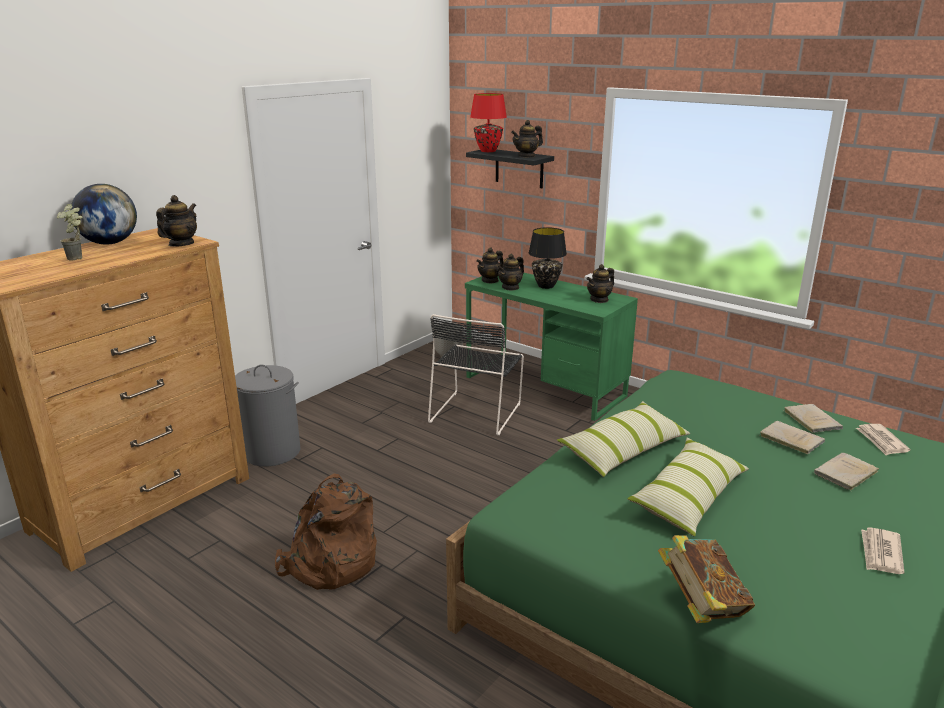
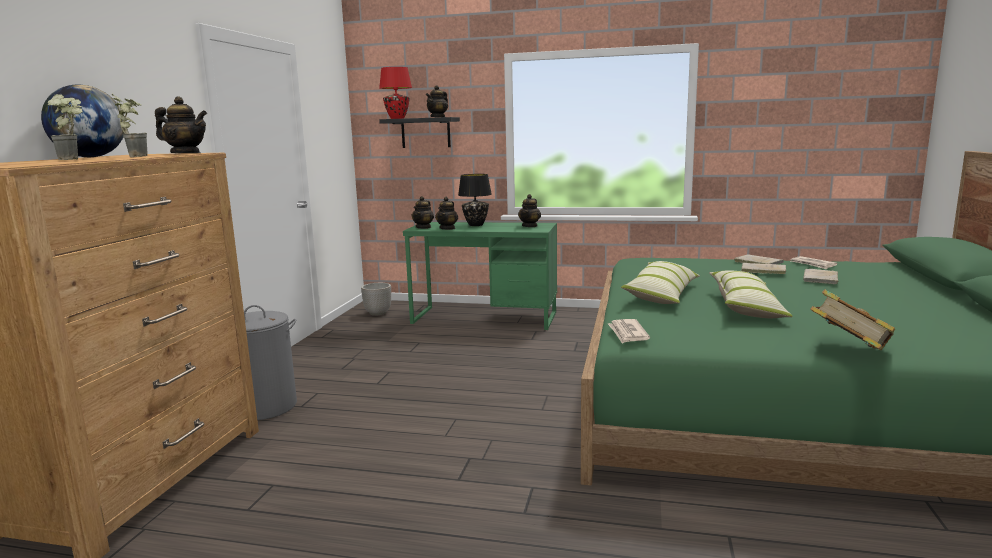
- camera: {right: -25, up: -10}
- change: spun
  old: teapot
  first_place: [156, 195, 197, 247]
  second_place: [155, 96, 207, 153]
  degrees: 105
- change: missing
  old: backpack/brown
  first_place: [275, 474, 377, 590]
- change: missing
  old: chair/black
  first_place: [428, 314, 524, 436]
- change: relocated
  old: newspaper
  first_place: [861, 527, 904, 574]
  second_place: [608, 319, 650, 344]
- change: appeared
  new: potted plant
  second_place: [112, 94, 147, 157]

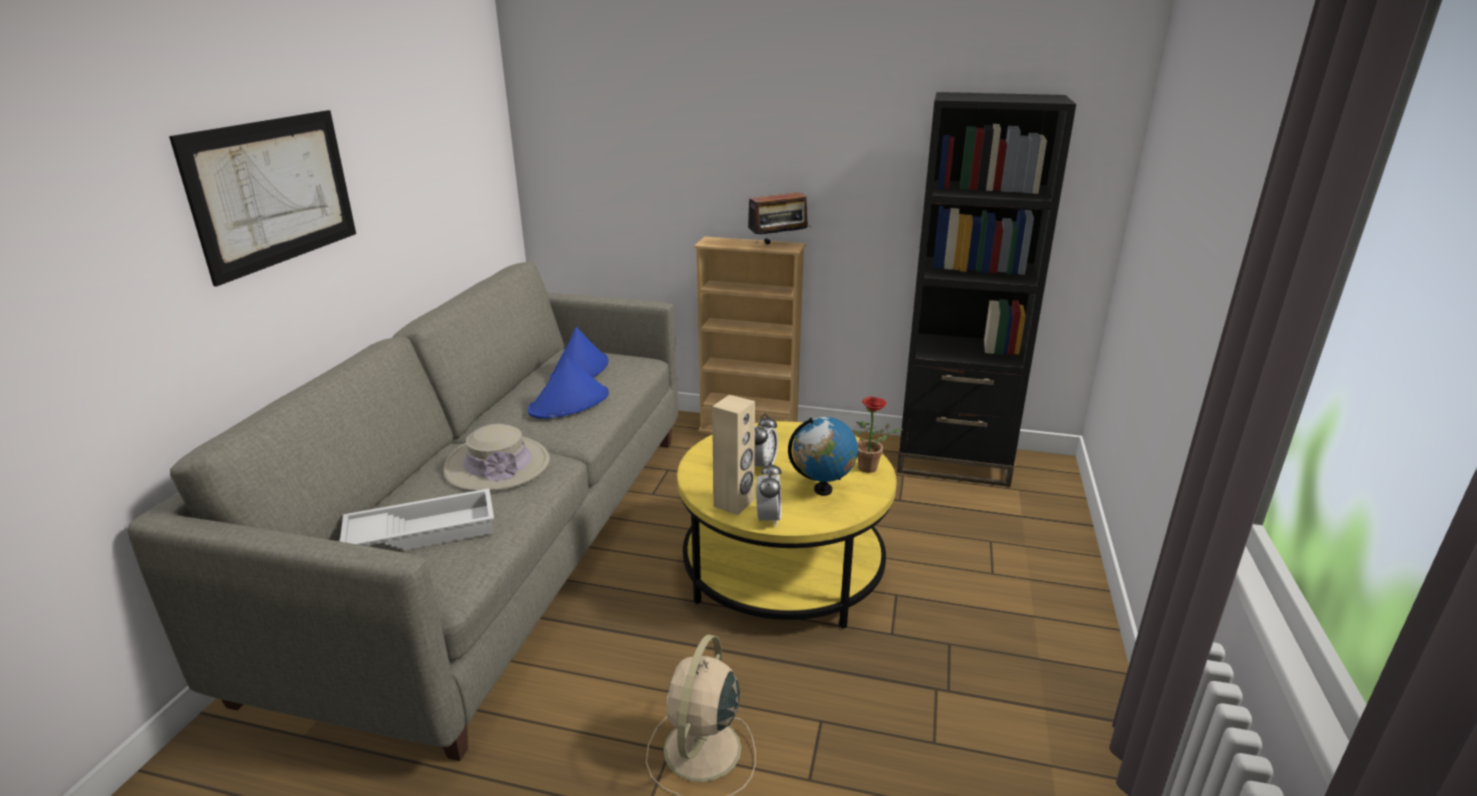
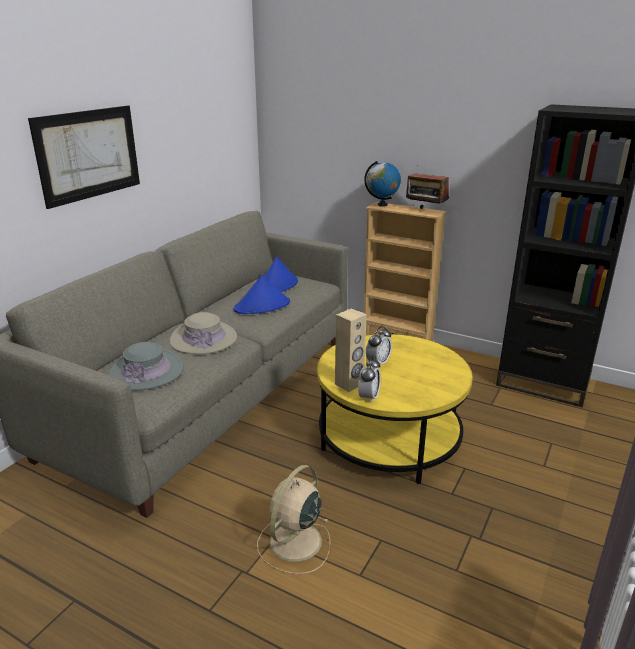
- camera: {right: 15, up: 0}
- change: exchanged
  old: tray/white
  new: hat/grey
  first_place: [340, 488, 494, 551]
  second_place: [107, 342, 183, 391]
- change: spun
  old: radio
  first_place: [748, 192, 811, 244]
  second_place: [406, 165, 449, 209]
  degrees: 45
- change: relocated
  old: globe
  first_place: [788, 417, 858, 496]
  second_place: [364, 161, 401, 207]
- change: missing
  old: potted plant
  first_place: [855, 397, 903, 473]

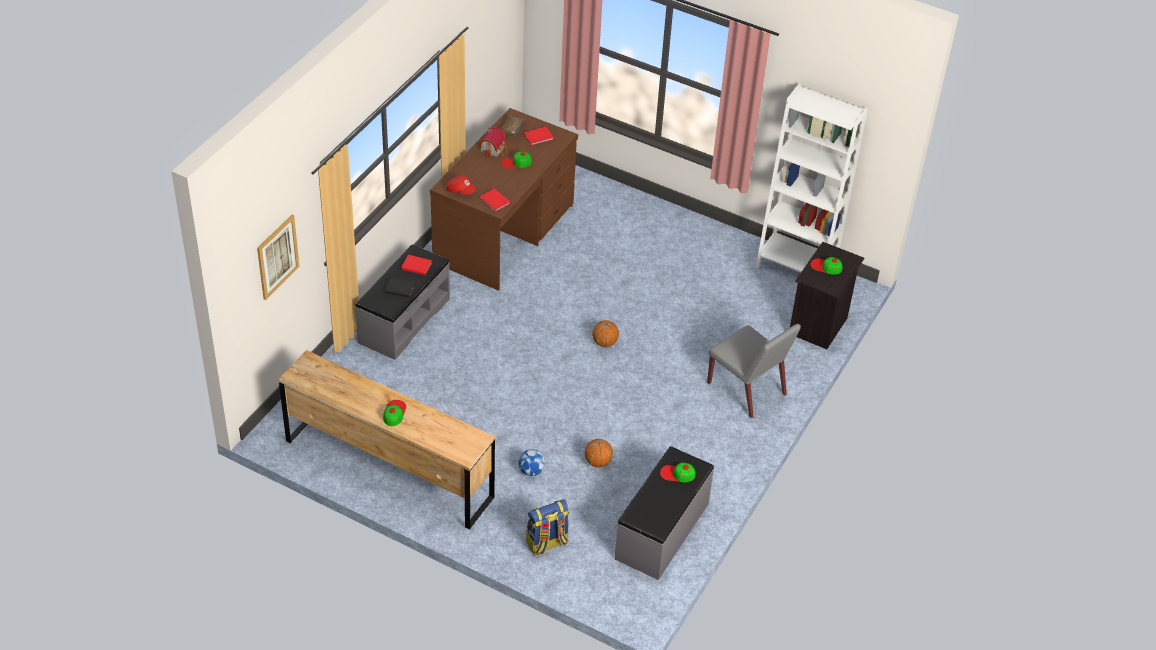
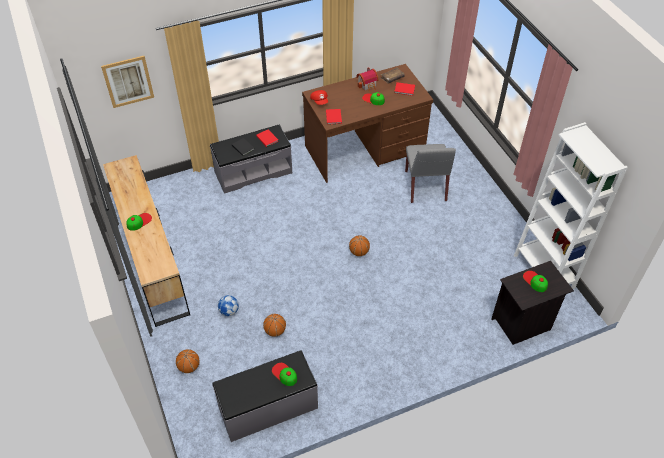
- camera: {right: 40, up: 5}
- change: exchanged
  old: backpack
  new: basketball
  first_place: [526, 499, 569, 555]
  second_place: [176, 349, 199, 373]
- change: relocated
  old: chair/grey
  first_place: [707, 324, 801, 418]
  second_place: [405, 144, 456, 203]

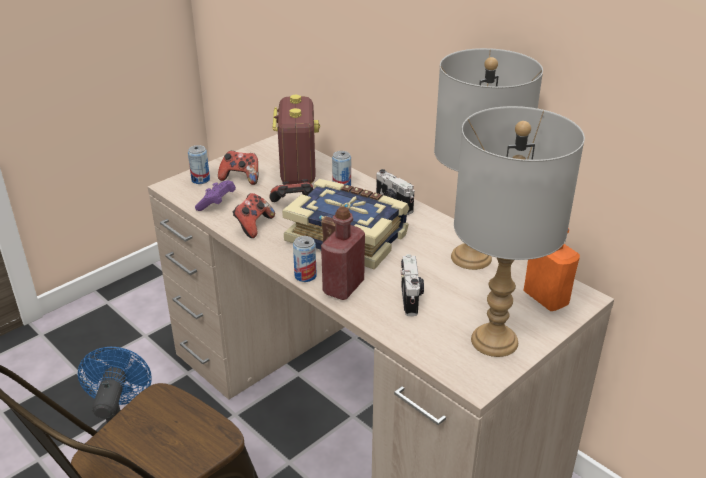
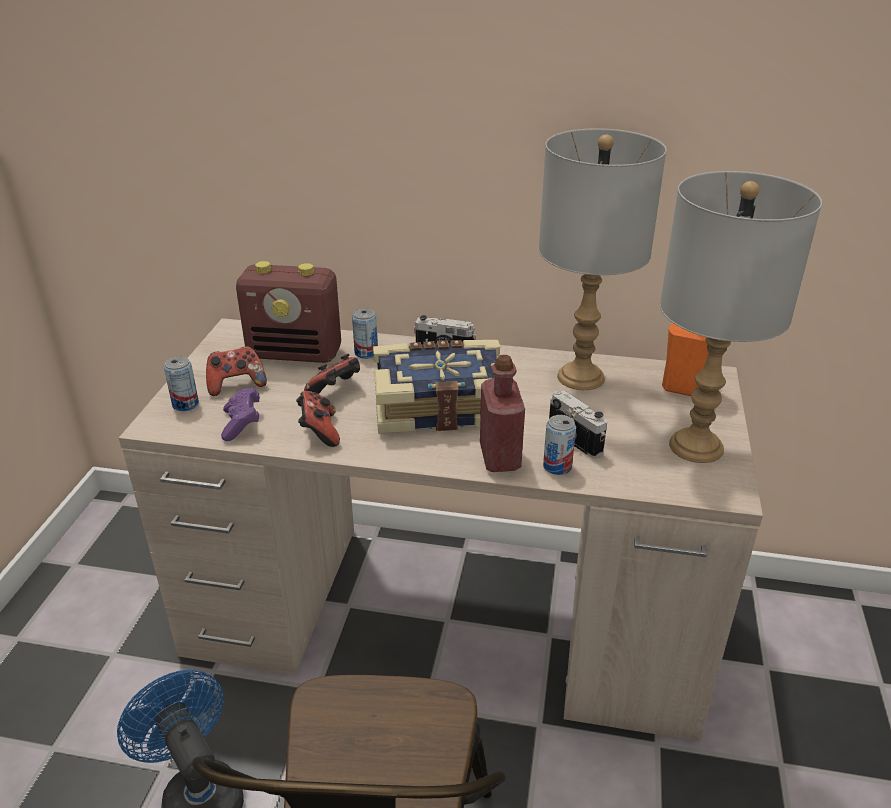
- camera: {right: -35, up: 0}
- change: spun
  old: radio
  first_place: [272, 95, 320, 185]
  second_place: [236, 261, 341, 363]
  degrees: 135
- change: relocated
  old: can
  first_place: [293, 236, 317, 282]
  second_place: [543, 415, 576, 475]

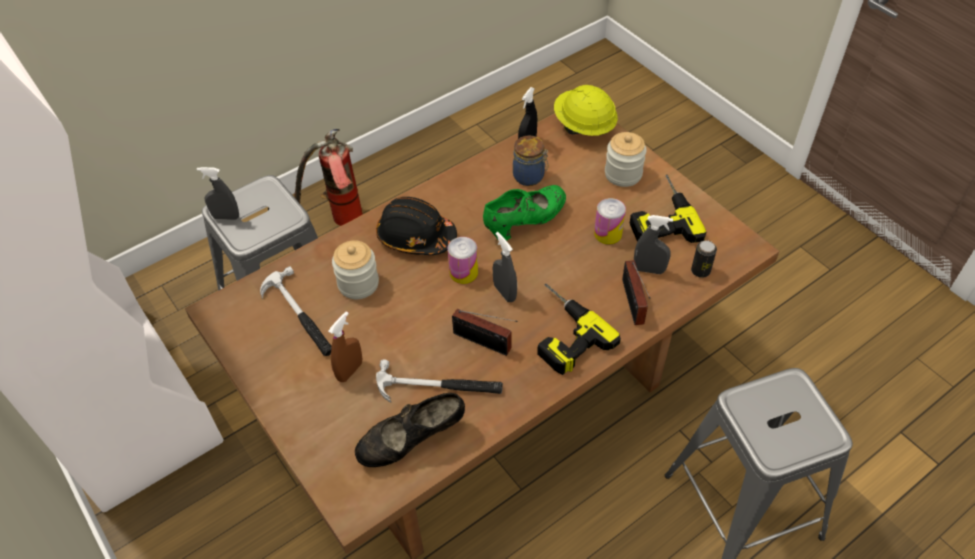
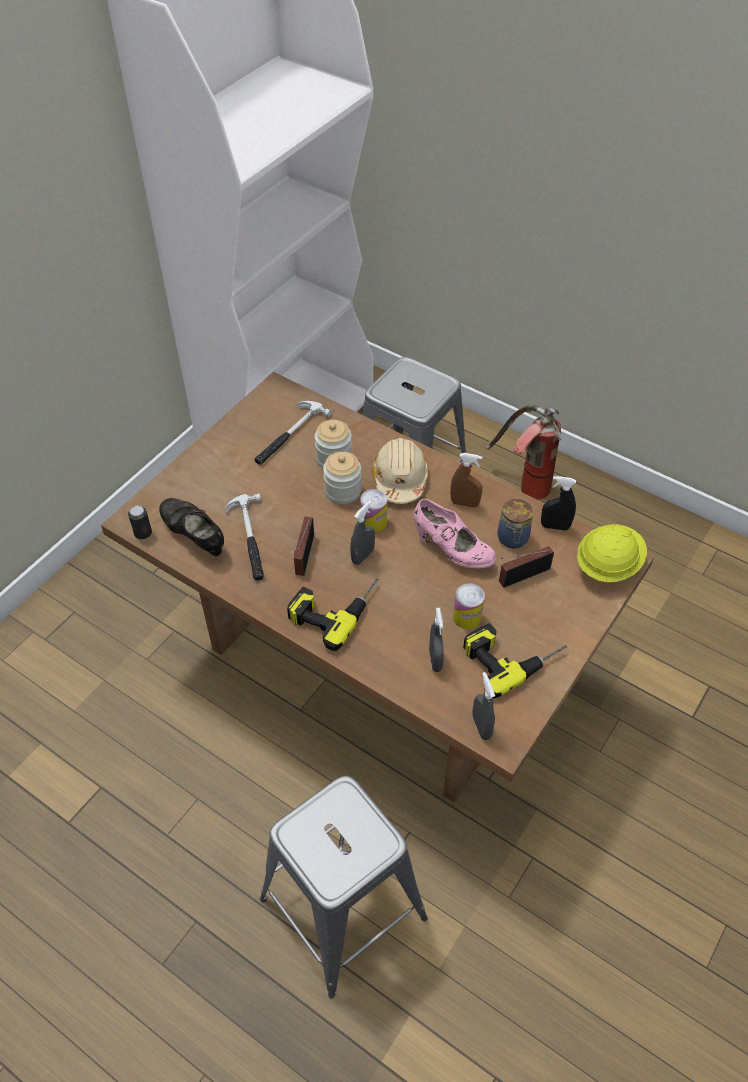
- camera: {right: 70, up: 0}
- change: relocated
  old: spray bottle/grey
  first_place: [197, 167, 239, 220]
  second_place: [473, 672, 495, 740]
- change: relocated
  old: spray bottle/brown
  first_place: [328, 311, 362, 382]
  second_place: [450, 453, 482, 508]
- change: colour
  old: hard hat/black
  new: hard hat/beige
  first_place: [376, 197, 457, 255]
  second_place: [372, 438, 429, 504]
- change: colour
  old: shoe/green
  new: shoe/pink
  first_place: [483, 185, 566, 241]
  second_place: [414, 499, 496, 568]
- change: relocated
  old: jar
  first_place: [605, 132, 647, 187]
  second_place: [323, 451, 362, 504]
- change: relocated
  old: radio
  first_place: [622, 260, 650, 325]
  second_place: [499, 546, 554, 588]
- change: relocated
  old: can
  first_place: [691, 240, 717, 278]
  second_place: [128, 505, 152, 539]

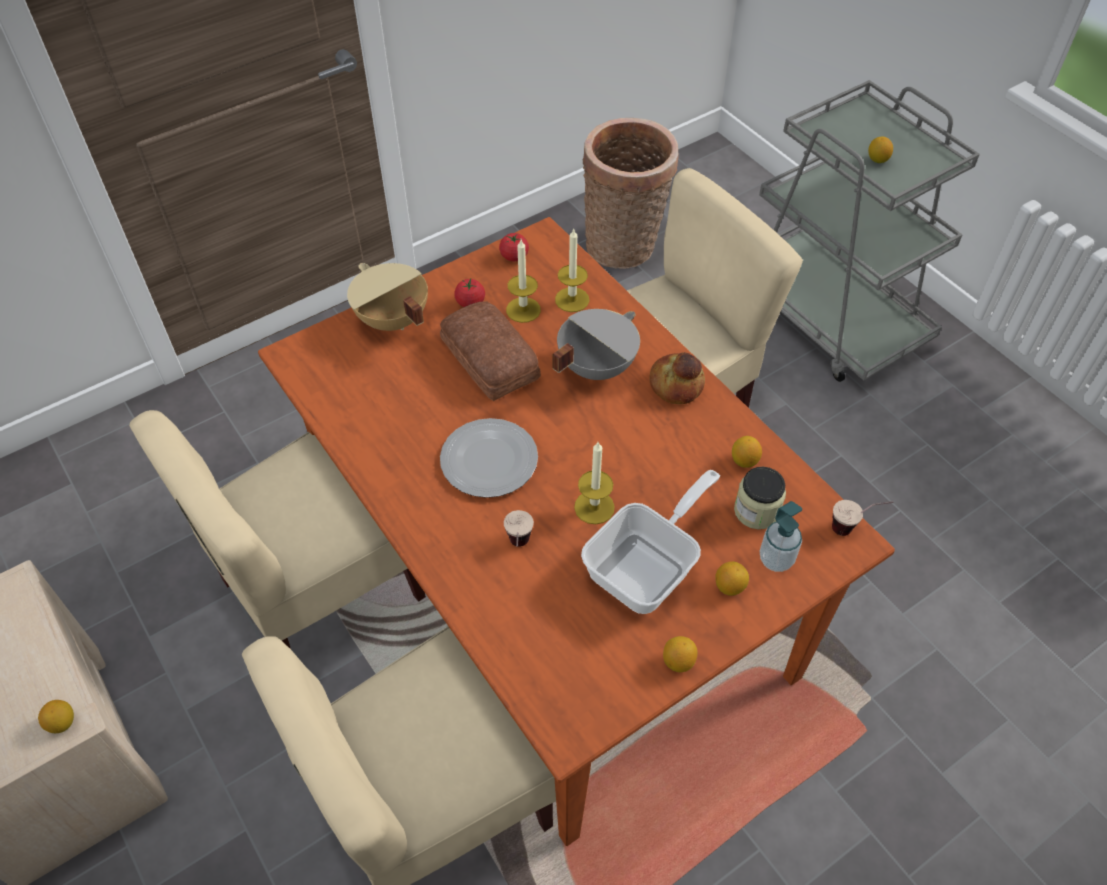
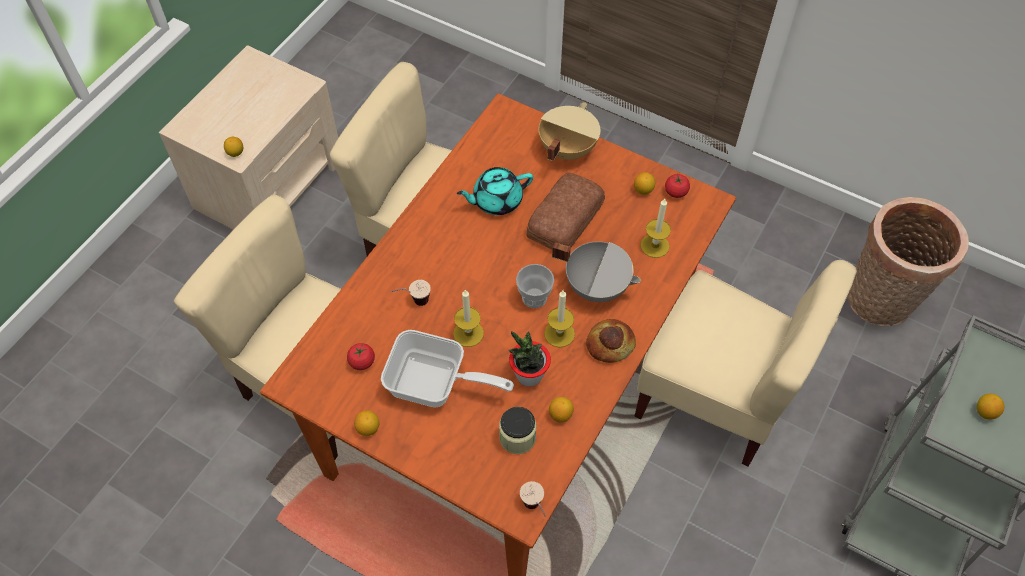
- camera: {right: 65, up: 5}
- change: missing
  old: plate
  first_place: [440, 418, 538, 498]
- change: relocated
  old: tomato
  first_place: [454, 279, 485, 307]
  second_place: [347, 343, 375, 370]
- change: relocated
  old: candle
  first_place: [506, 240, 541, 323]
  second_place: [544, 290, 575, 347]
- change: relocated
  old: lemon
  first_place: [715, 561, 749, 596]
  second_place: [634, 172, 655, 195]
- change: missing
  old: soap dispenser
  first_place: [760, 501, 802, 572]
- change: appeared
  new: teapot/turquoise
  second_place: [457, 167, 533, 215]
- change: appeared
  new: potted plant
  second_place: [509, 331, 551, 387]
- change: appeared
  new: cup
  second_place: [516, 264, 554, 308]

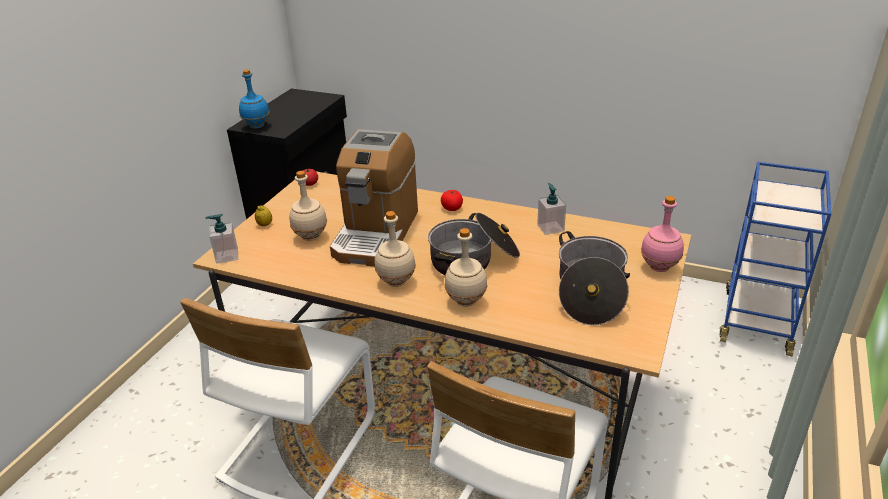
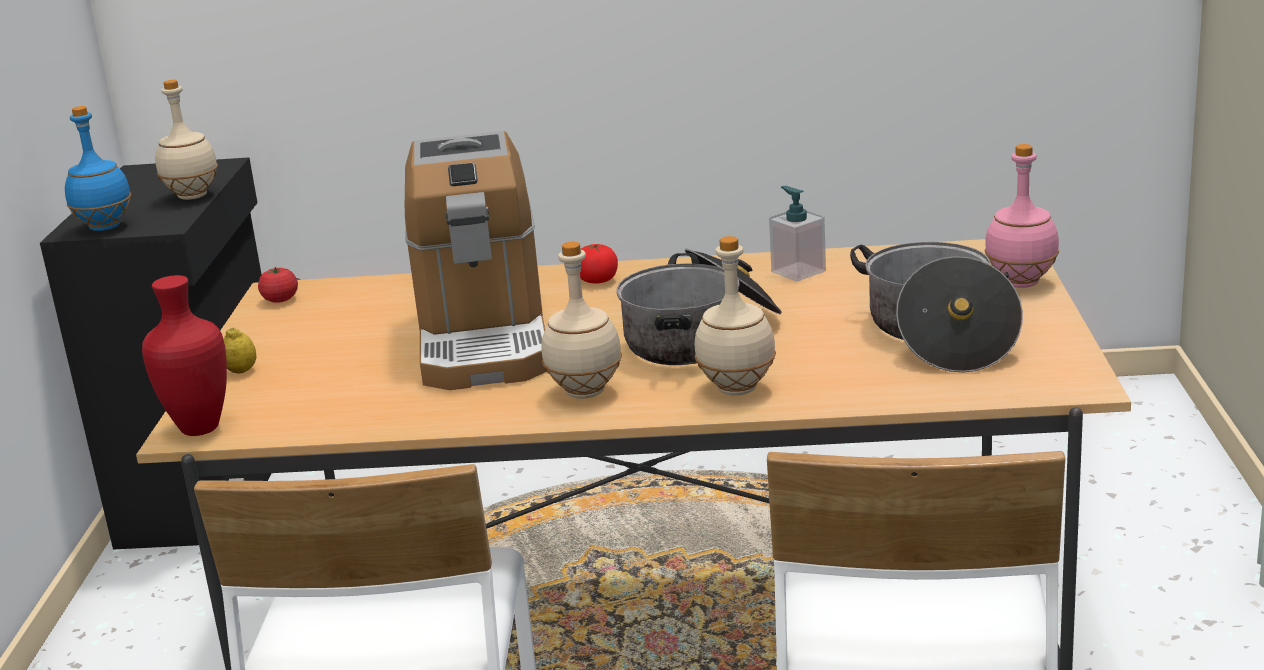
- camera: {right: -20, up: -10}
- change: exchanged
  old: soap dispenser
  new: vase/red
  first_place: [205, 214, 238, 263]
  second_place: [142, 275, 227, 436]
- change: relocated
  old: bottle/beige
  first_place: [289, 171, 327, 241]
  second_place: [155, 80, 218, 200]
- change: missing
  old: cart/blue
  first_place: [719, 162, 832, 356]

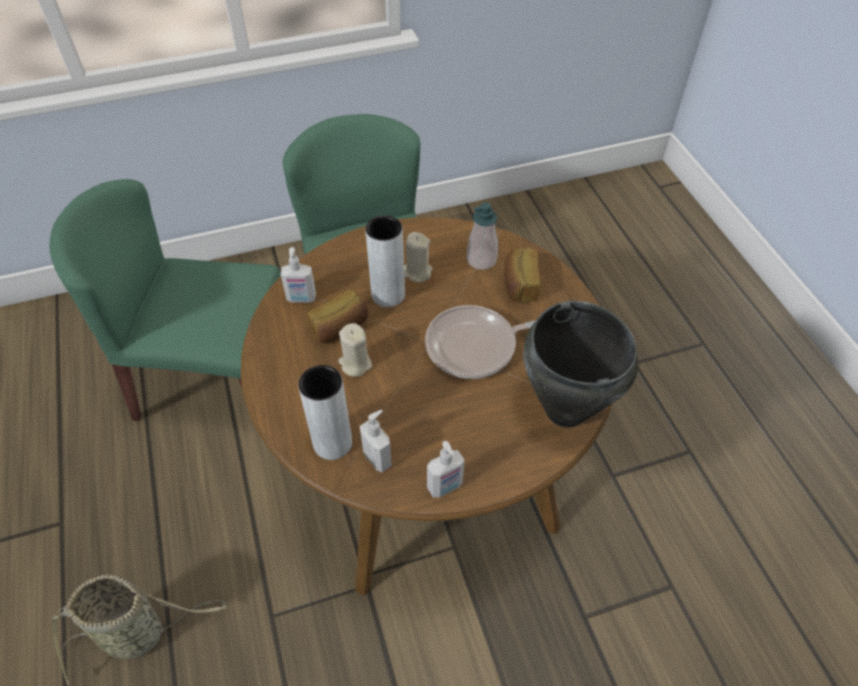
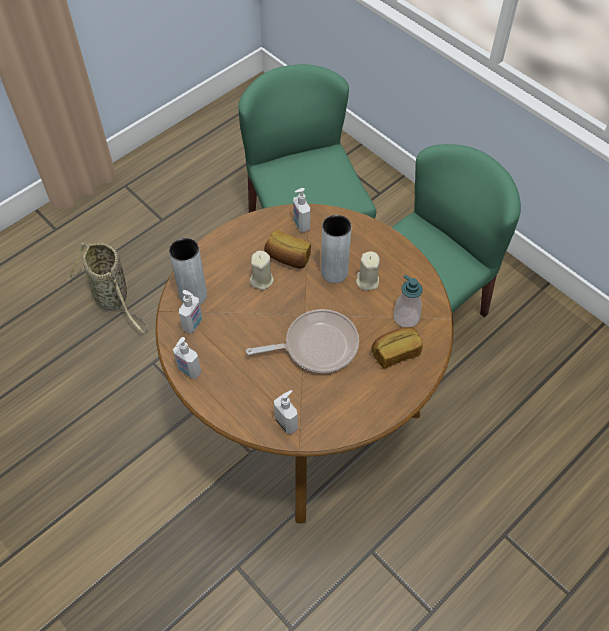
- camera: {right: 65, up: 5}
- change: spun
  old: frying pan
  first_place: [425, 305, 536, 379]
  second_place: [246, 309, 359, 373]
  degrees: 120
- change: exchanged
  old: cooking pot/black
  new: soap dispenser
  first_place: [524, 301, 638, 427]
  second_place: [274, 390, 298, 434]

